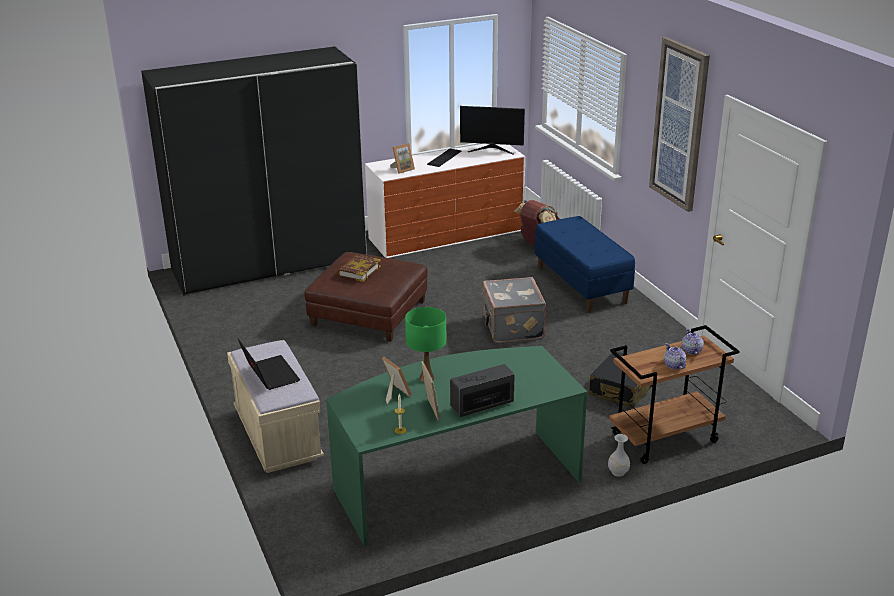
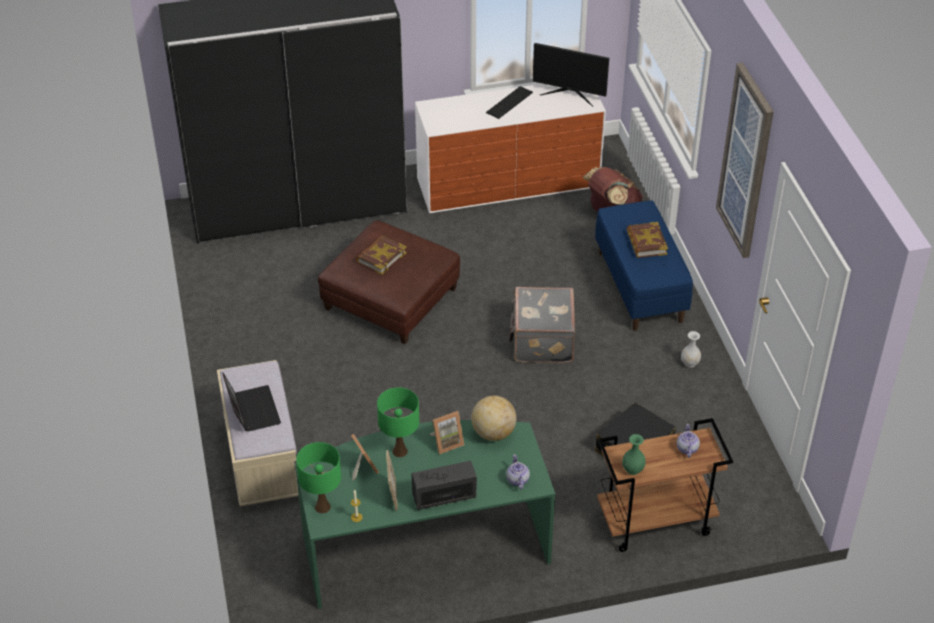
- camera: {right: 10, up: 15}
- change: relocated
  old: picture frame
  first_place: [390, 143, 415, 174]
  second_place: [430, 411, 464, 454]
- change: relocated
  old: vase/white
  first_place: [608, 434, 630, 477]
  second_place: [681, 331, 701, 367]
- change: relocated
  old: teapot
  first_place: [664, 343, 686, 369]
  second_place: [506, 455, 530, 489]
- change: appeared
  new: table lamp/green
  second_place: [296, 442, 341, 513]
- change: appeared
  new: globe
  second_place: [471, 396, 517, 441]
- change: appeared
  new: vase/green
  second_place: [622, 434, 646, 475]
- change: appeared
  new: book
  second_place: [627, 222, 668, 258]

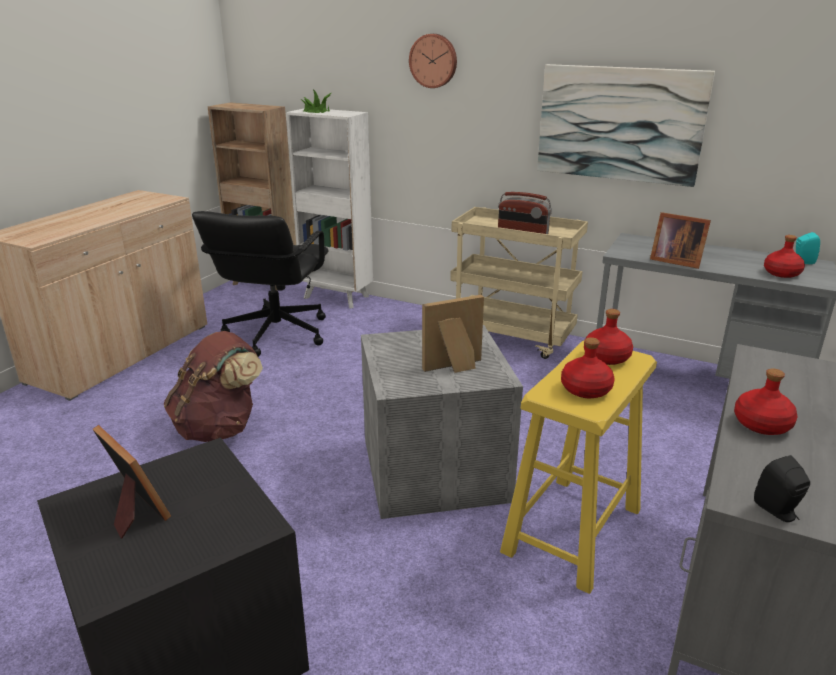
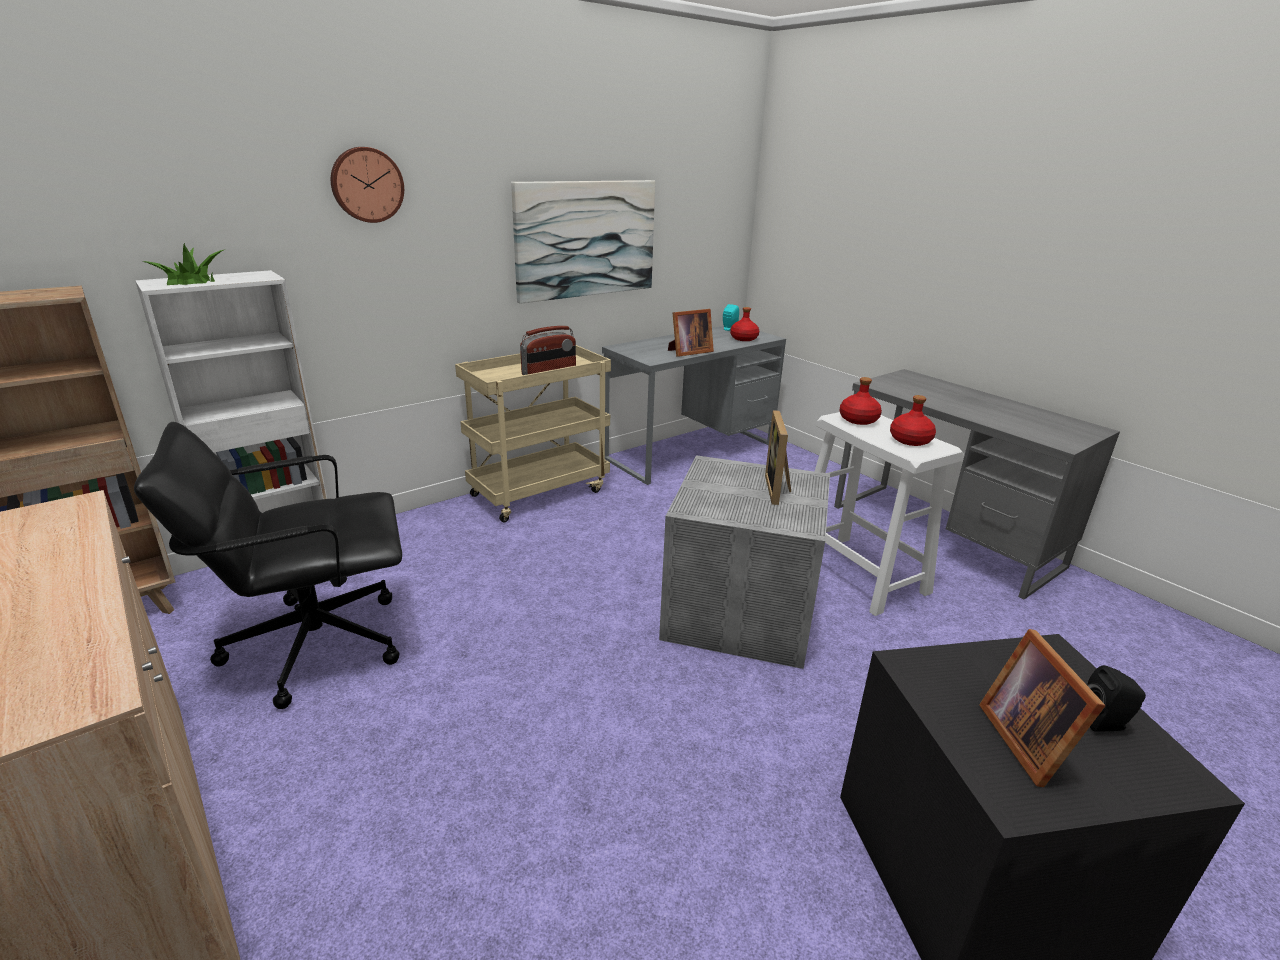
- camera: {right: -65, up: 0}
- change: spun
  old: picture frame
  first_place: [92, 425, 171, 538]
  second_place: [979, 629, 1106, 787]
  degrees: -75
- change: missing
  old: backpack/brown
  first_place: [164, 331, 263, 442]
- change: spun
  old: office chair/black
  first_place: [192, 211, 328, 357]
  second_place: [134, 422, 402, 709]
  degrees: 120
- change: colour
  old: stool/yellow
  new: stool/white
  first_place: [500, 341, 657, 594]
  second_place: [814, 412, 964, 616]
- change: missing
  old: bottle/red
  first_place: [734, 368, 797, 435]
- change: relocated
  old: speaker/black
  first_place: [754, 455, 810, 522]
  second_place: [1087, 665, 1146, 732]

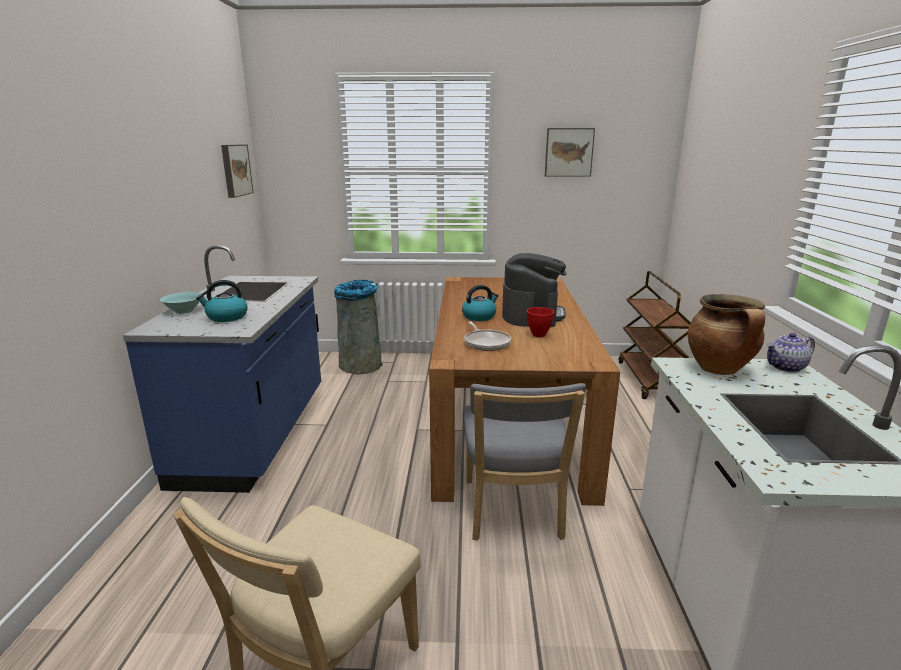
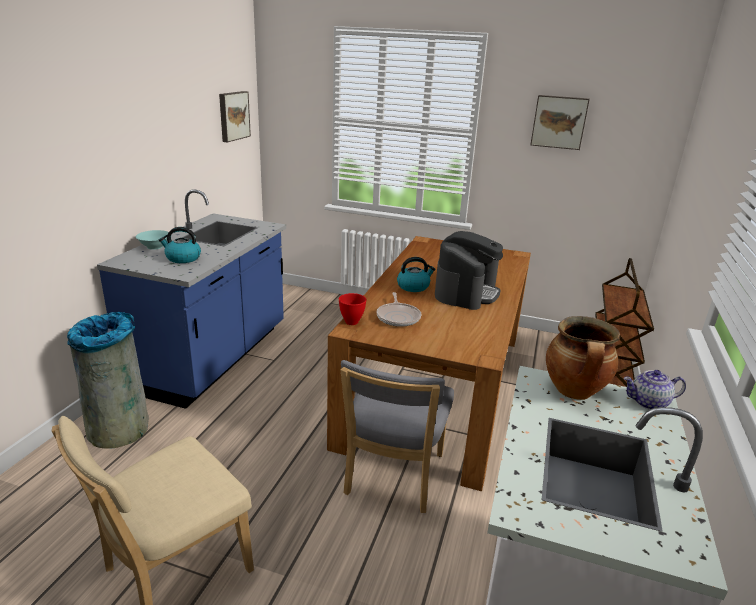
- camera: {right: 15, up: 5}
- change: relocated
  old: trash can/grey
  first_place: [334, 280, 383, 374]
  second_place: [67, 312, 149, 448]
- change: relocated
  old: bowl/red
  first_place: [527, 307, 554, 337]
  second_place: [339, 293, 367, 325]

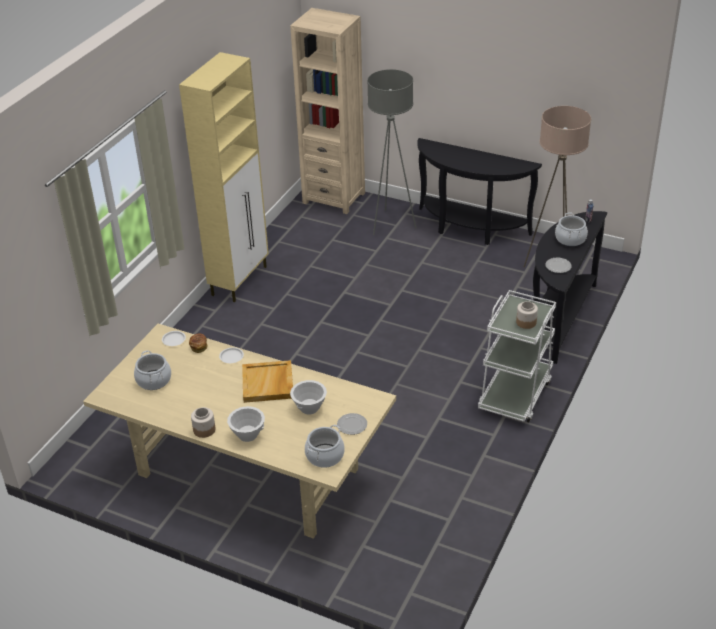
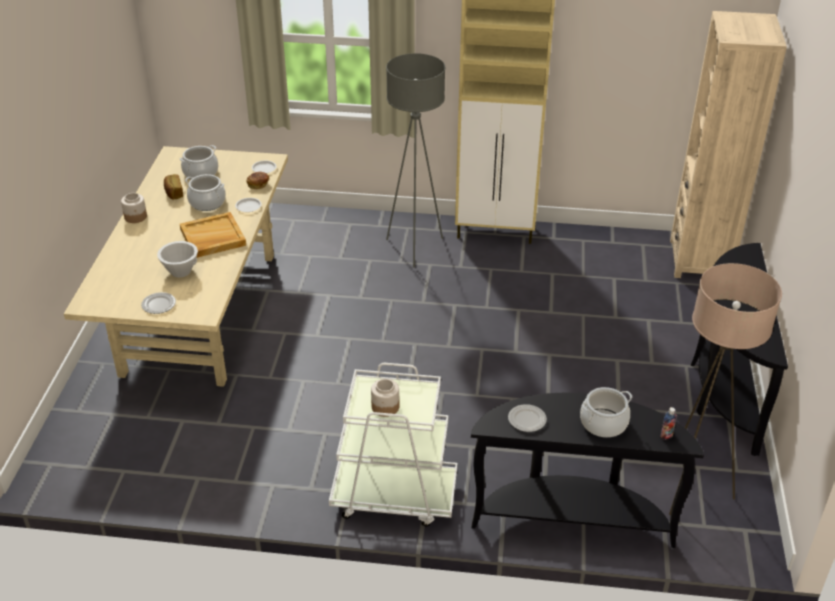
- camera: {right: 70, up: 0}
- change: missing
  old: bowl/white
  first_place: [227, 406, 265, 442]
- change: relocated
  old: cooking pot
  first_place: [305, 425, 344, 468]
  second_place: [185, 174, 226, 211]
- change: relocated
  old: floor lamp/grey
  first_place: [367, 69, 417, 235]
  second_place: [386, 53, 445, 268]
- change: appeared
  new: bread
  second_place: [164, 174, 183, 199]

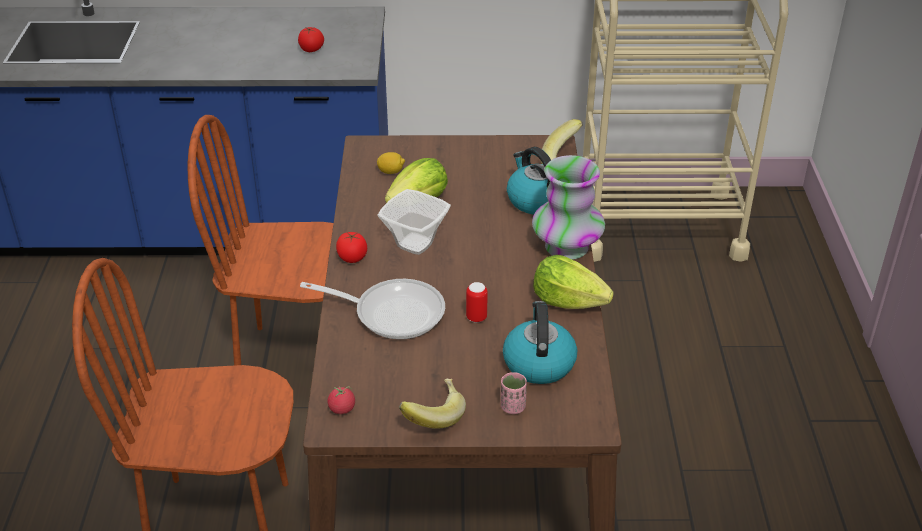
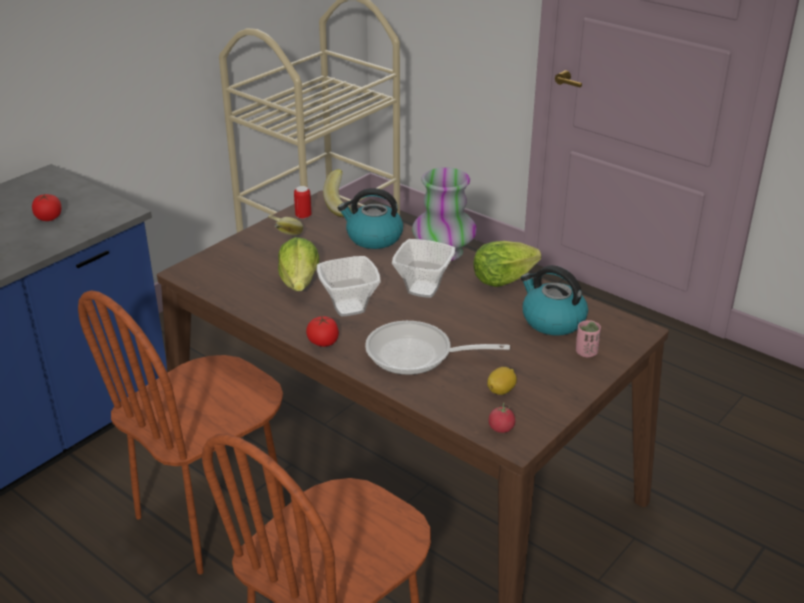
- camera: {right: -50, up: -5}
- change: spun
  old: frying pan
  first_place: [300, 279, 445, 339]
  second_place: [365, 321, 510, 375]
  degrees: -135
- change: relocated
  old: lemon
  first_place: [377, 152, 405, 174]
  second_place: [487, 367, 517, 395]
- change: relocated
  old: banana
  first_place: [399, 379, 466, 429]
  second_place: [268, 215, 303, 235]
- change: relocated
  old: can
  first_place: [466, 282, 488, 323]
  second_place: [294, 186, 312, 219]
- change: appeared
  new: bowl
  second_place: [392, 239, 455, 298]

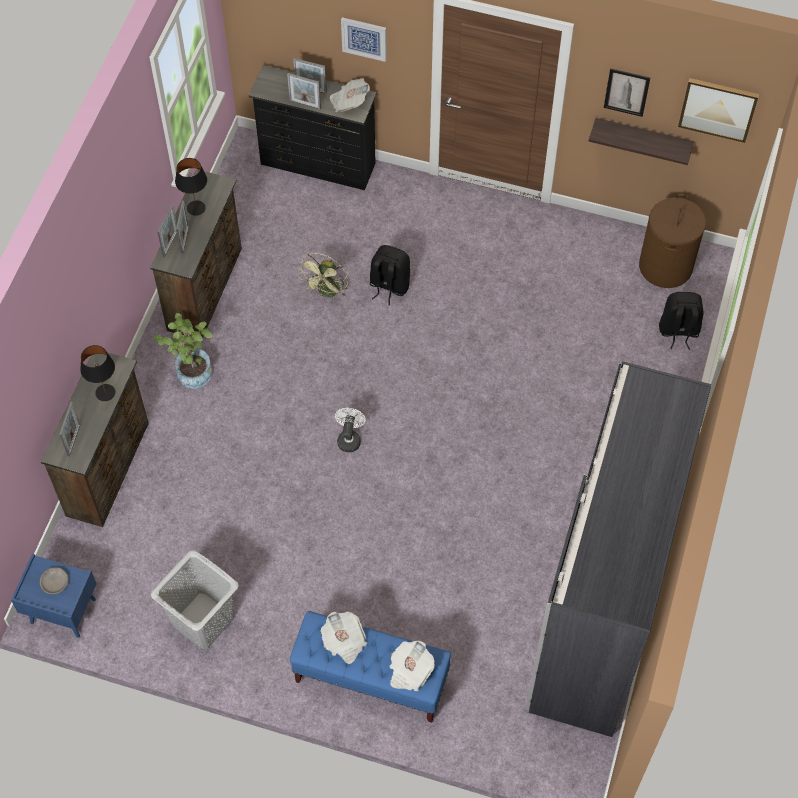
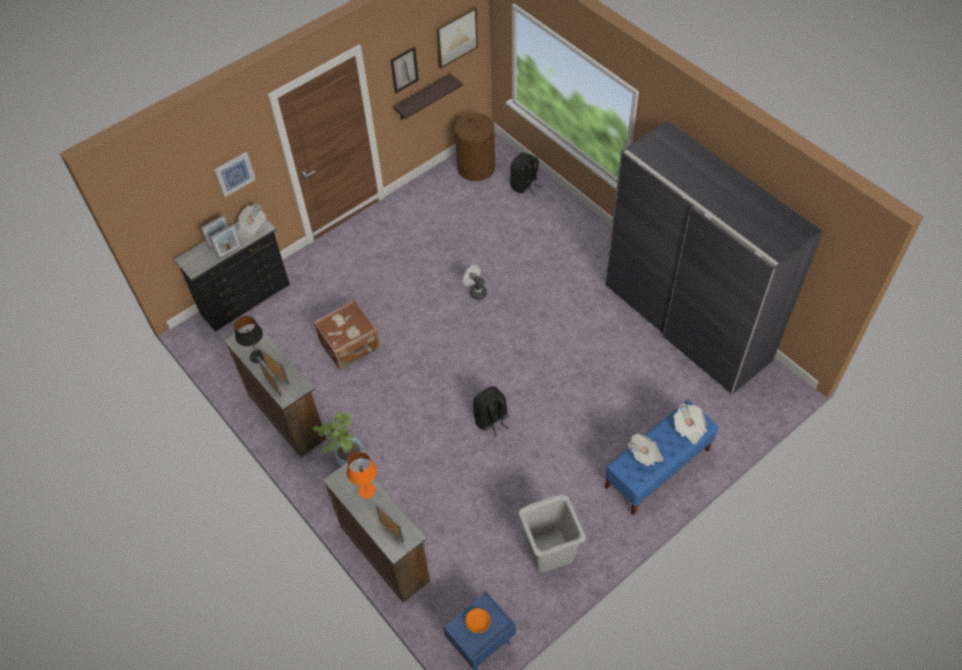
- camera: {right: -55, up: -5}
- change: colour
  old: bowl/grey
  new: bowl/orange
  first_place: [40, 567, 68, 594]
  second_place: [465, 608, 490, 633]
- change: colour
  old: table lamp/black
  new: table lamp/orange
  first_place: [80, 345, 115, 401]
  second_place: [347, 452, 377, 498]
- change: exchanged
  old: fan/green
  new: suitcase/brown
  first_place: [298, 253, 348, 299]
  second_place: [313, 300, 380, 370]
- change: relocated
  old: fan/white
  first_place: [335, 408, 366, 452]
  second_place: [463, 265, 487, 300]
- change: relocated
  old: backpack/black
  first_place: [370, 245, 411, 305]
  second_place: [473, 386, 509, 437]

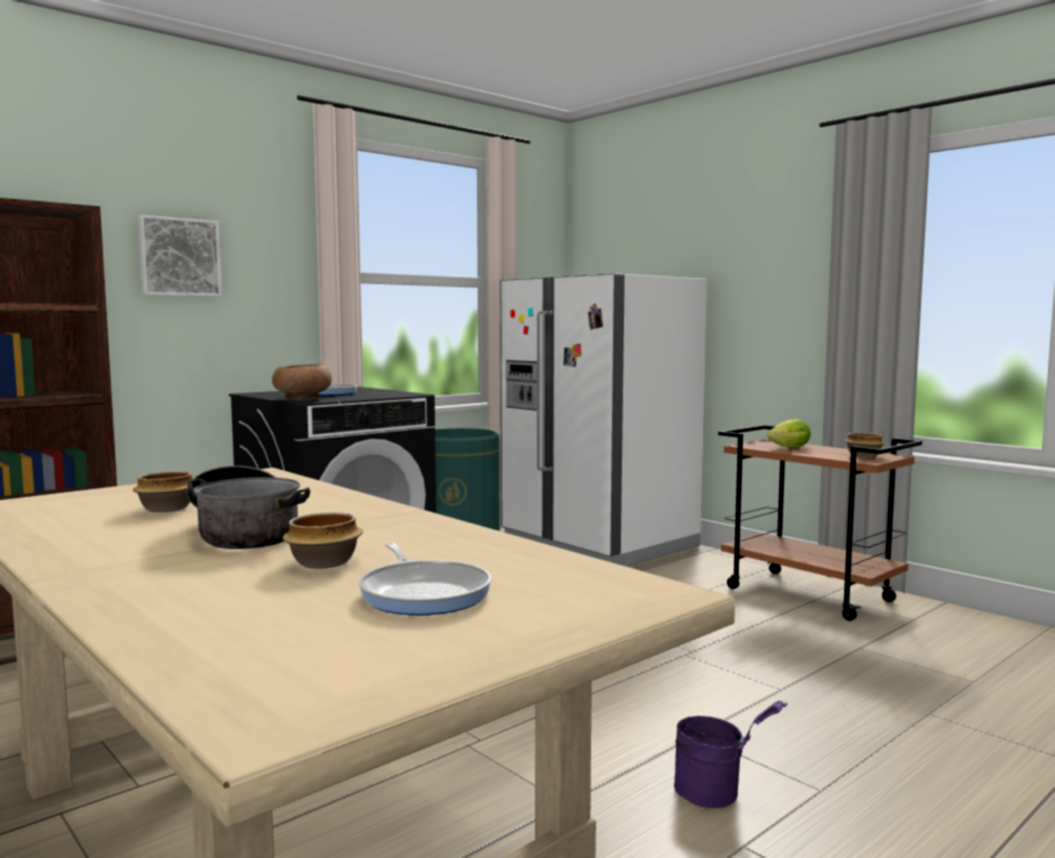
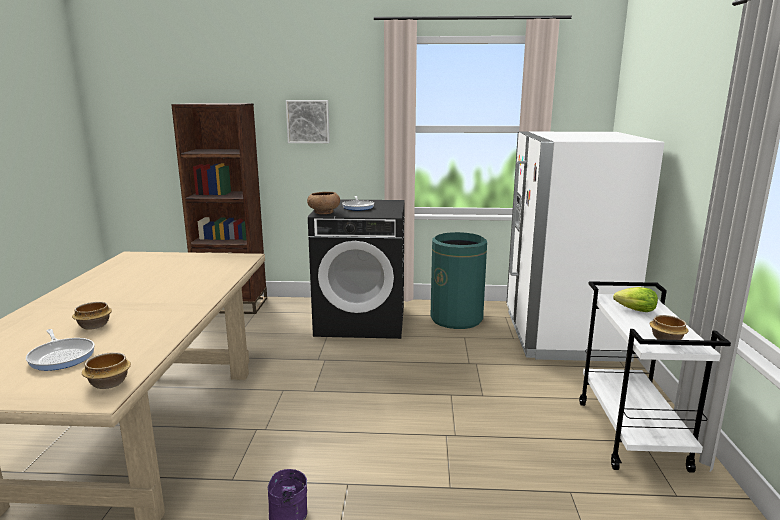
- camera: {right: 45, up: 10}
- change: relocated
  old: bowl
  first_place: [133, 471, 193, 513]
  second_place: [82, 352, 131, 389]
- change: missing
  old: cooking pot
  first_place: [187, 466, 310, 549]
- change: spun
  old: frying pan
  first_place: [359, 542, 492, 615]
  second_place: [26, 329, 95, 371]
  degrees: -60
- change: colour
  old: cart/brown
  new: cart/white
  first_place: [718, 425, 922, 621]
  second_place: [579, 281, 731, 473]

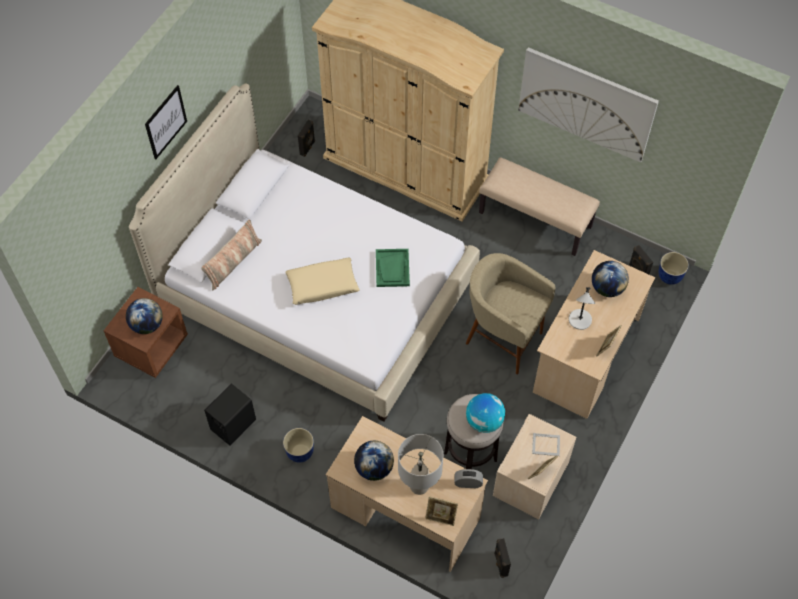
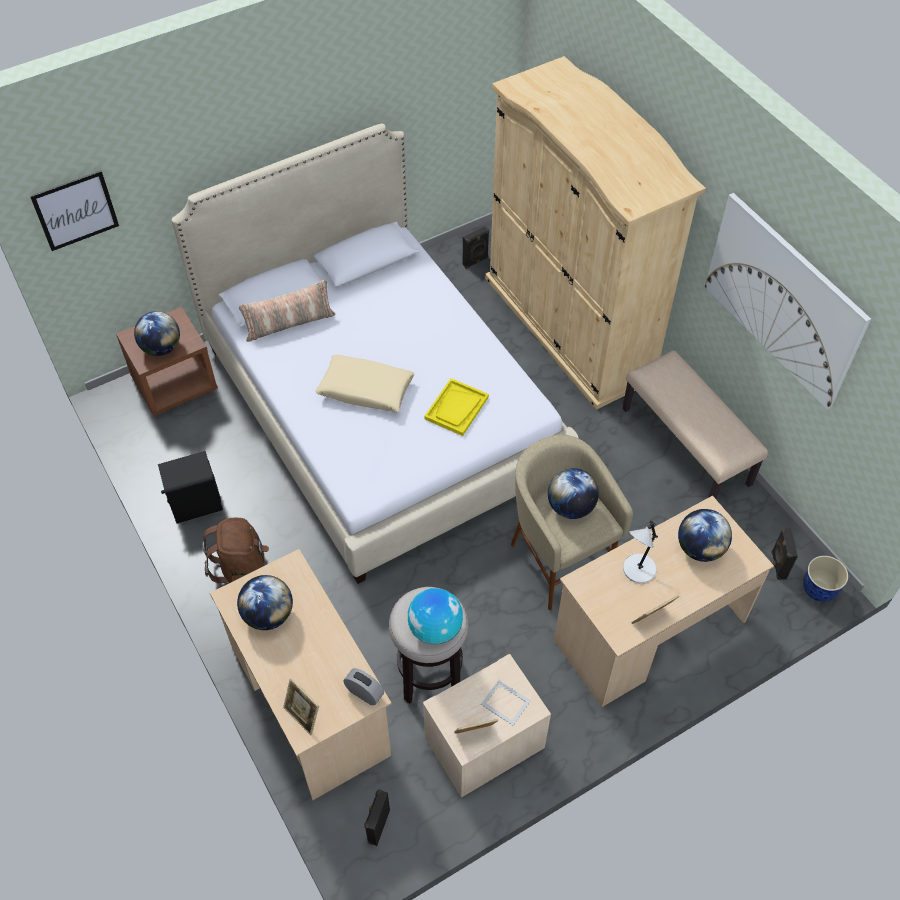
- camera: {right: 30, up: -5}
- change: relocated
  old: picture
  first_place: [145, 85, 187, 159]
  second_place: [30, 170, 119, 251]
- change: exchanged
  old: planter
  new: backpack/brown
  first_place: [283, 428, 314, 463]
  second_place: [202, 518, 269, 583]
- change: colour
  old: tray/green
  new: tray/yellow
  first_place: [376, 249, 410, 287]
  second_place: [424, 378, 489, 436]
- change: missing
  old: table lamp/grey
  first_place: [398, 434, 443, 495]
- change: appeared
  new: globe
  second_place: [548, 468, 599, 519]

